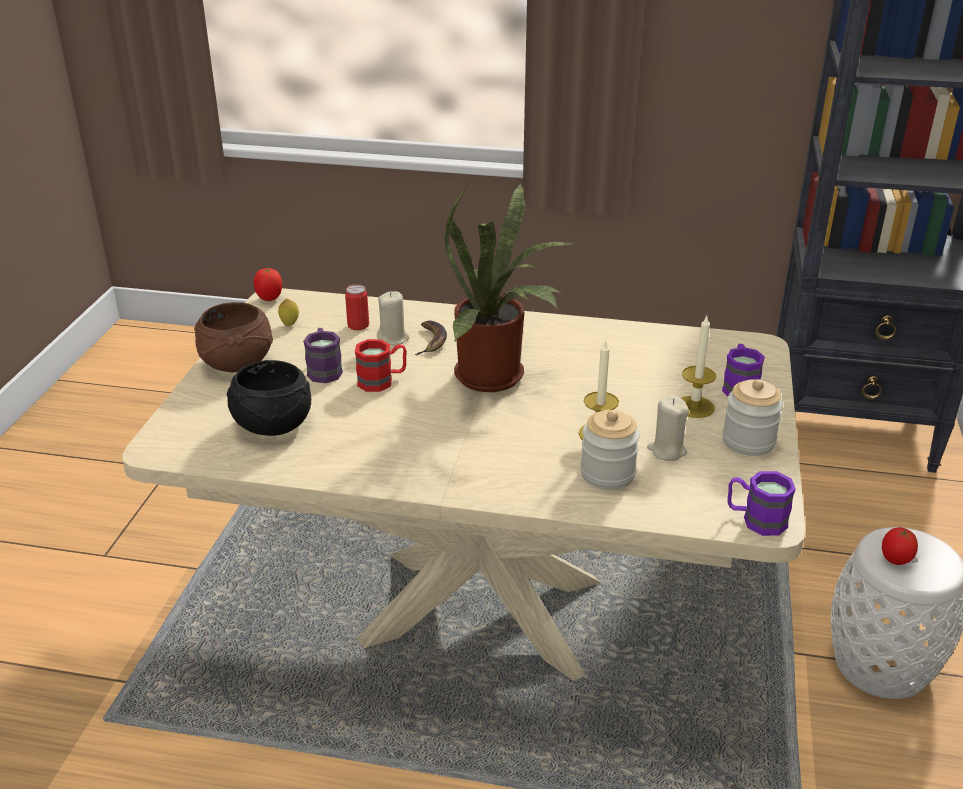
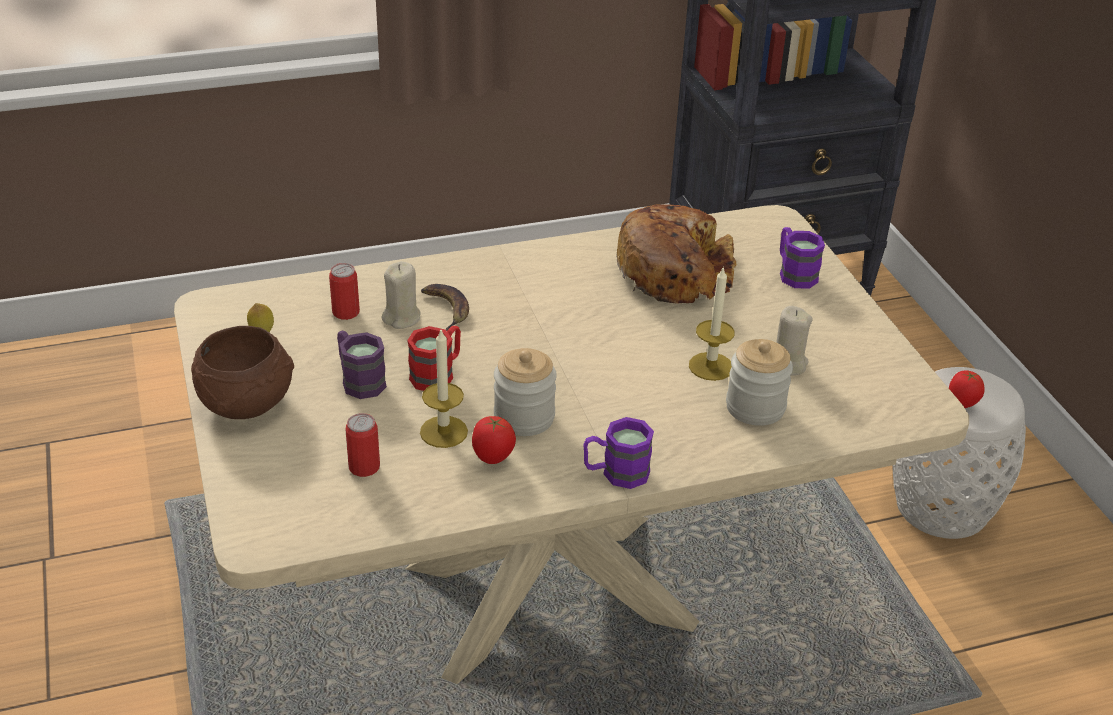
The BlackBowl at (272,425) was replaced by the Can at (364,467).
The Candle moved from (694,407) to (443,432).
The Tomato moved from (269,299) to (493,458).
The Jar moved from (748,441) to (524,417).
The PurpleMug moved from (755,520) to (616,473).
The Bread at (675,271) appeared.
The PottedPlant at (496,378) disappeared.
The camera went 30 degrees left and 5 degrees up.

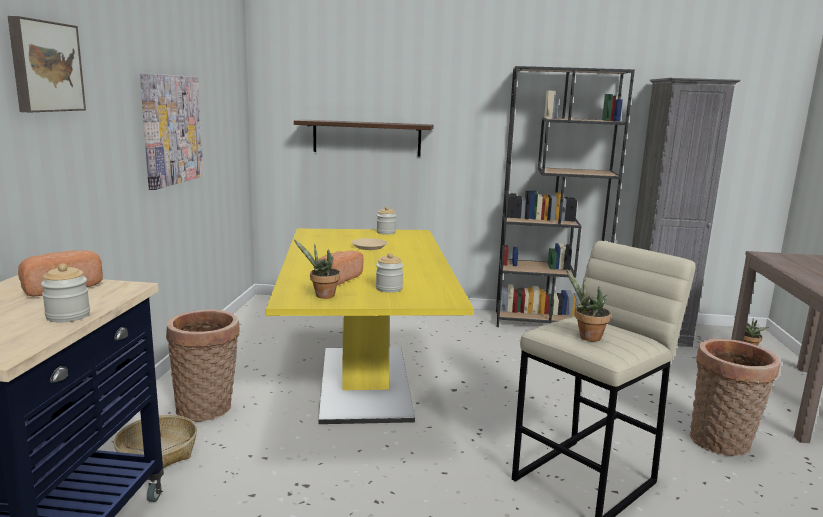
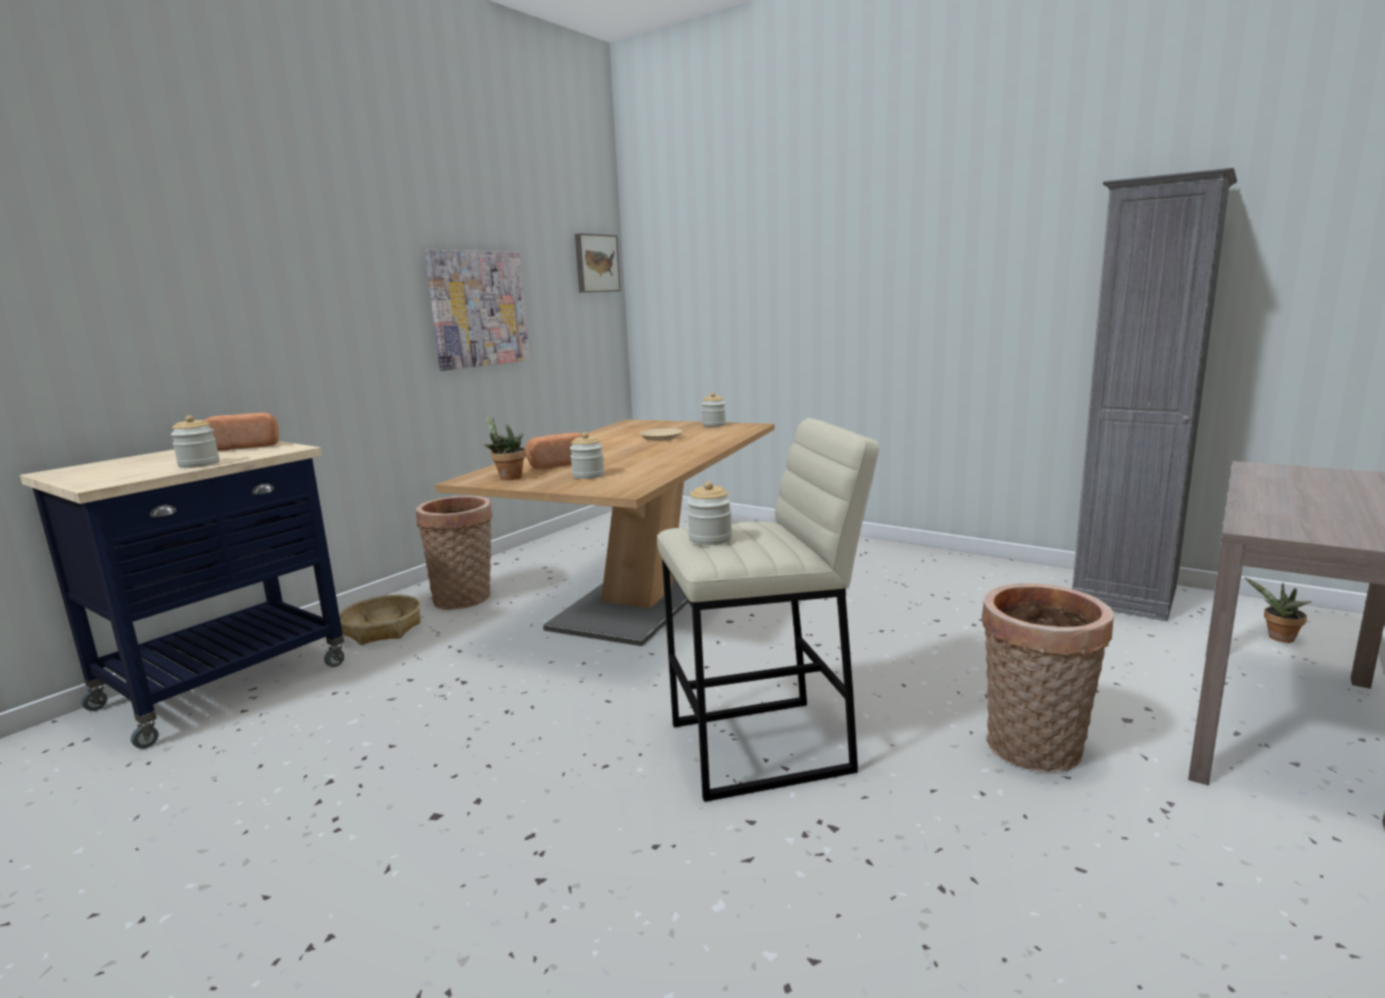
The YellowDiningTable at (365,383) became the BrownDiningTable at (639,599).
The Picture moved from (45,66) to (595,263).
The PottedPlant at (586,336) was replaced by the Jar at (710,539).
The Shelf at (366,138) disappeared.
The Bookcase at (547,322) disappeared.
The camera went 30 degrees right and 0 degrees up.

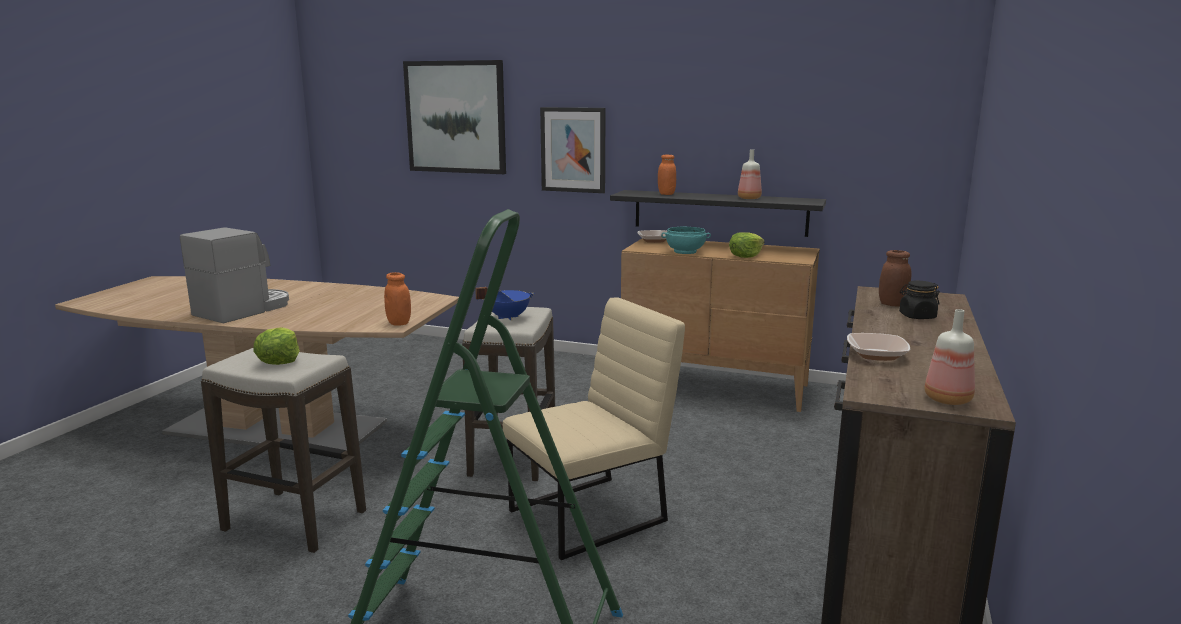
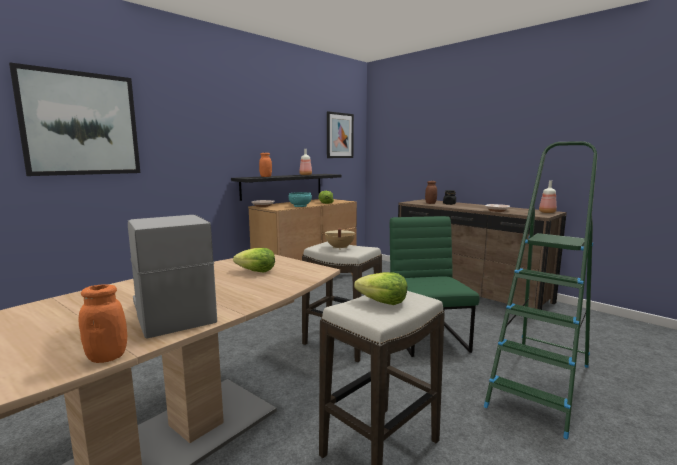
The OrangeJar moved from (399,323) to (107,357).
The Lettuce at (256,271) appeared.
The BlueCookingPot at (507,317) became the BeigeCookingPot at (339,248).
The Picture moved from (573,150) to (339,135).
The BeigeChair at (592,514) became the GreenChair at (427,336).
The camera went 65 degrees left and 5 degrees down.

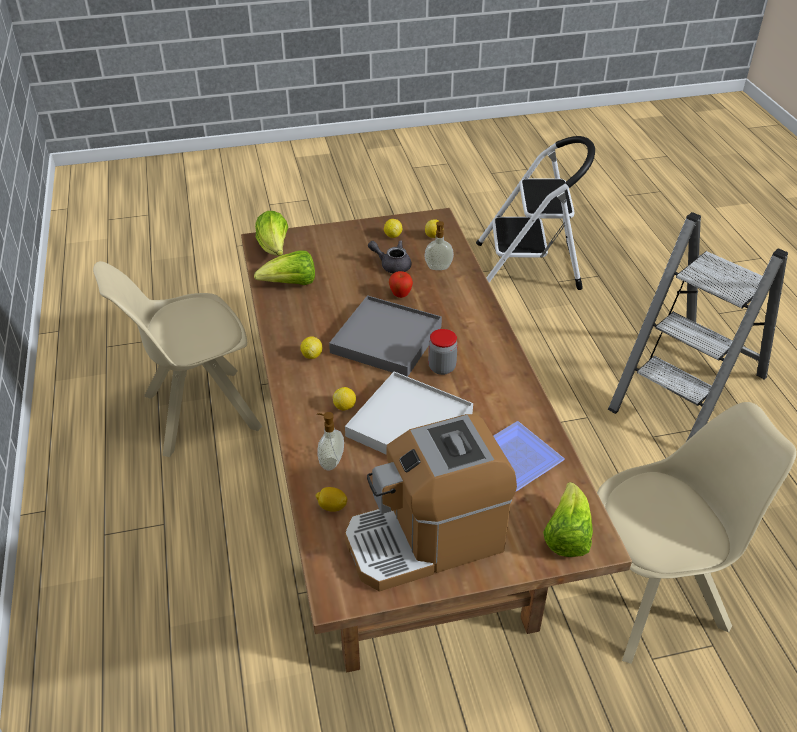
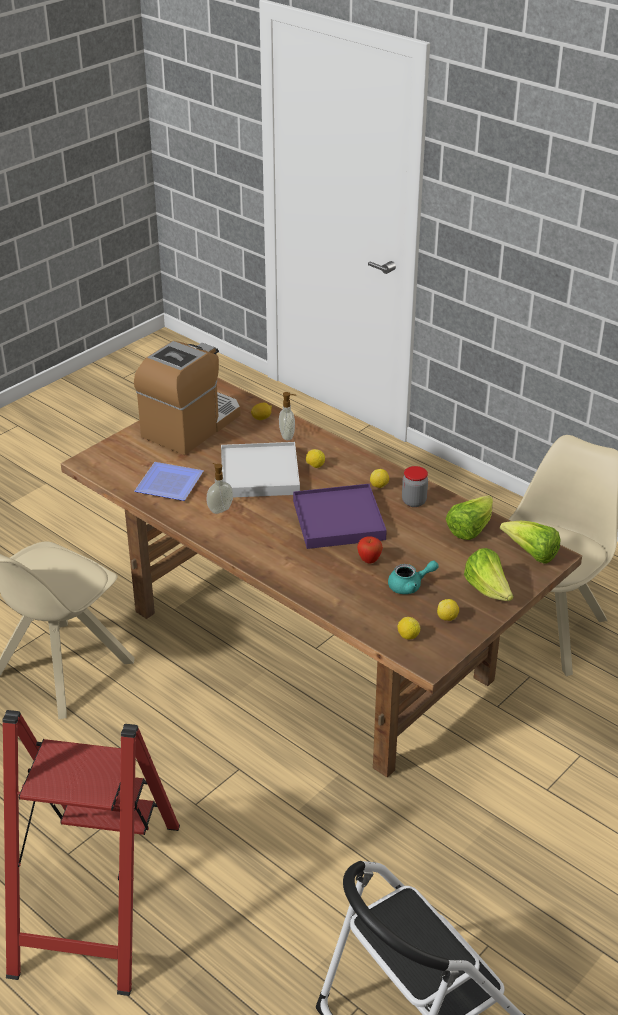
The GreyStepLadder at (690,391) became the RedStepLadder at (96,899).
The SoapDispenser moved from (438,268) to (220,509).
The GreyTray at (386,339) became the PurpleTray at (338,520).
The GreyTeapot at (392,265) became the TurquoiseTeapot at (410,586).
The Jar moved from (442,367) to (414,501).
The Lettuce moved from (566,536) to (488,590).
The camera went 145 degrees right and 5 degrees down.

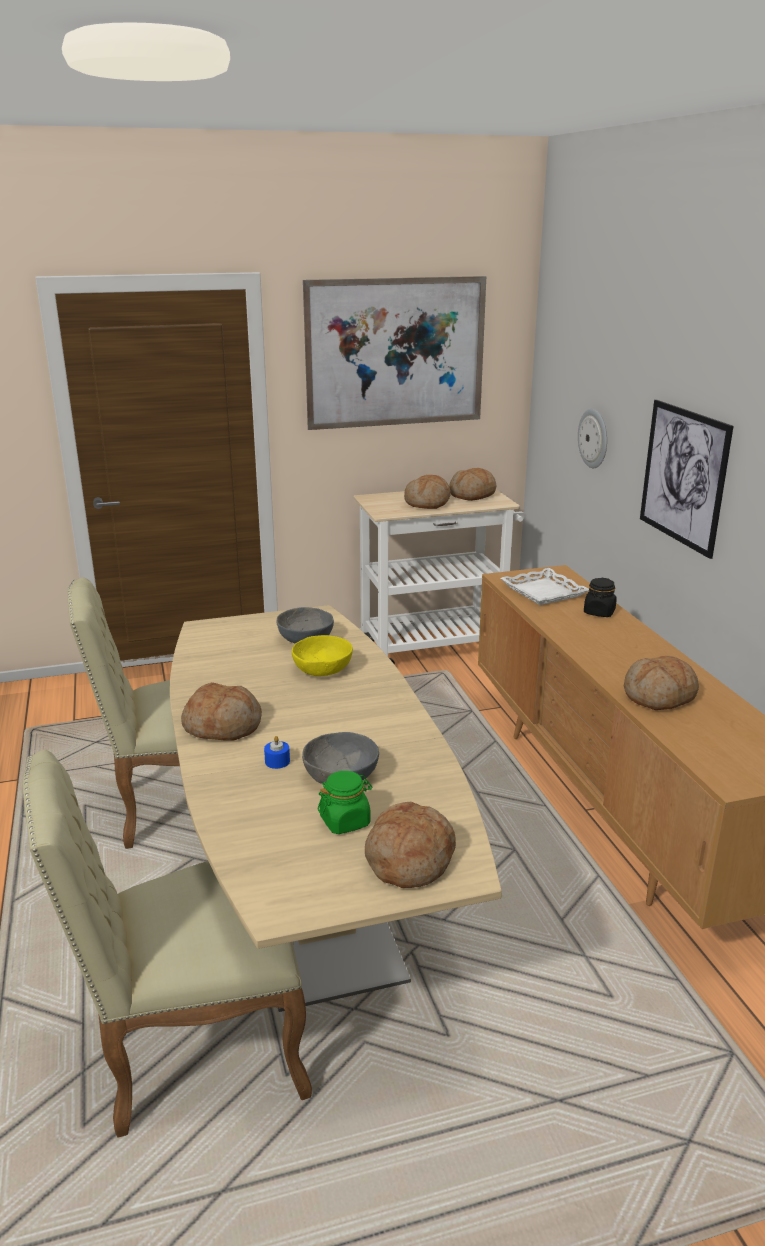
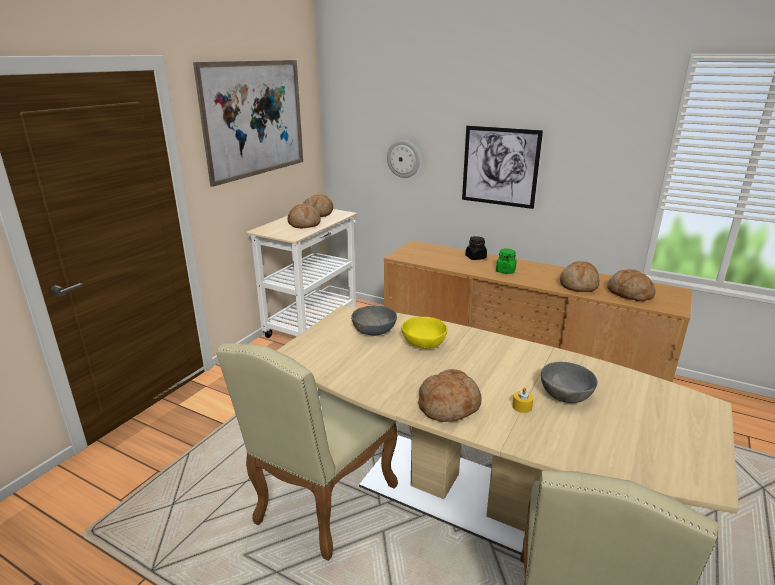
The GreenJar moved from (345,821) to (505,271).
The BlueCandle at (277,761) became the YellowCandle at (522,407).
The Bread moved from (409,859) to (629,294).
The WhiteTray at (543,592) disappeared.
The camera went 45 degrees left and 0 degrees up.

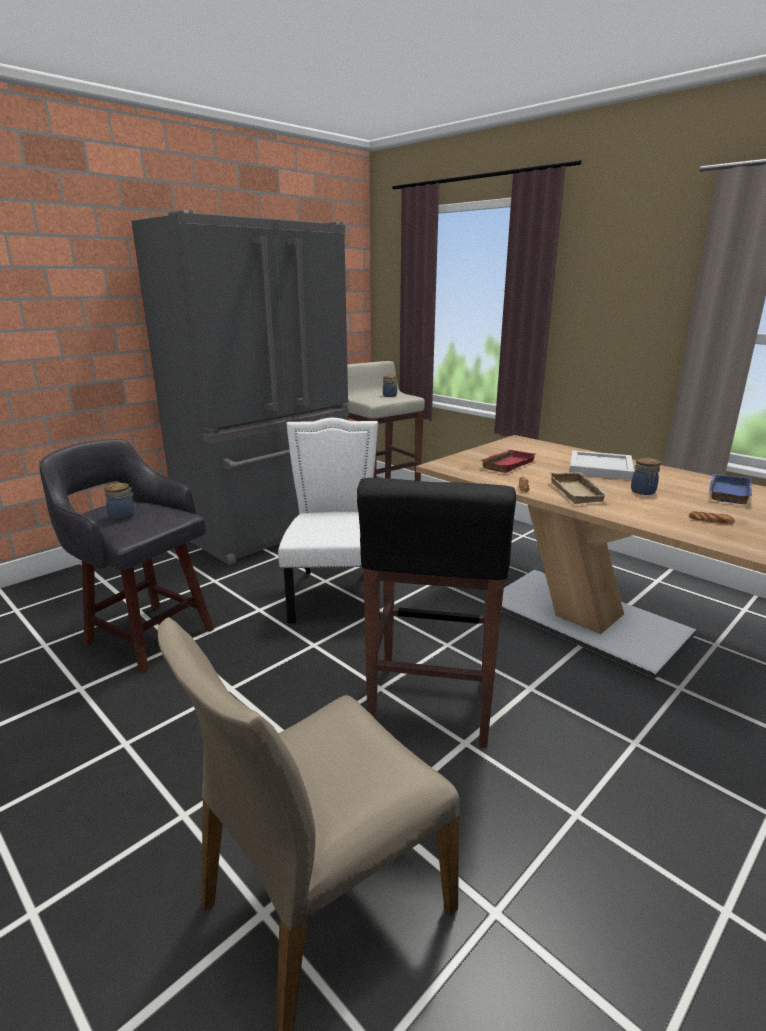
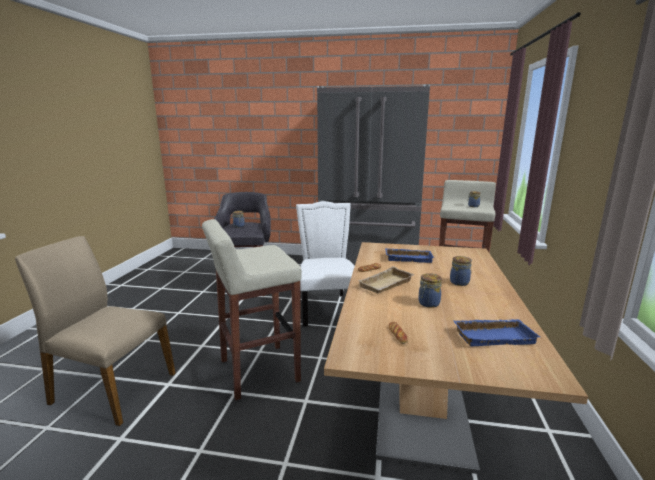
The BlackStool at (430,705) became the BeigeStool at (257,371).
The WhiteChair at (335,596) turned 60 degrees counterclockwise.
The RedTray at (506,464) became the BlueTray at (409,258).
The WhiteTray at (599,468) was replaced by the Jar at (460,282).
The camera went 55 degrees right and 5 degrees down.

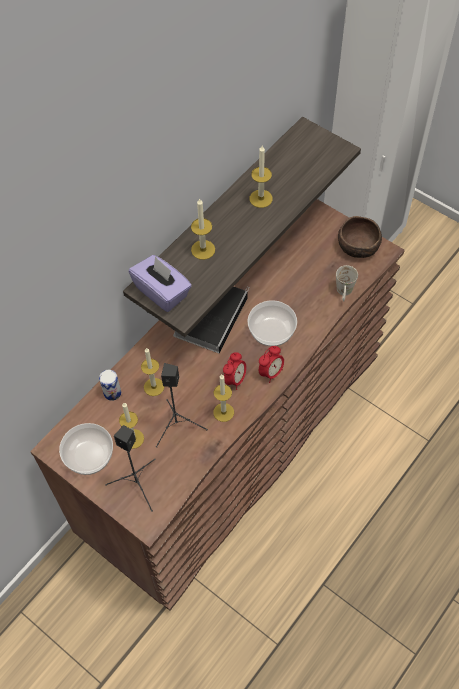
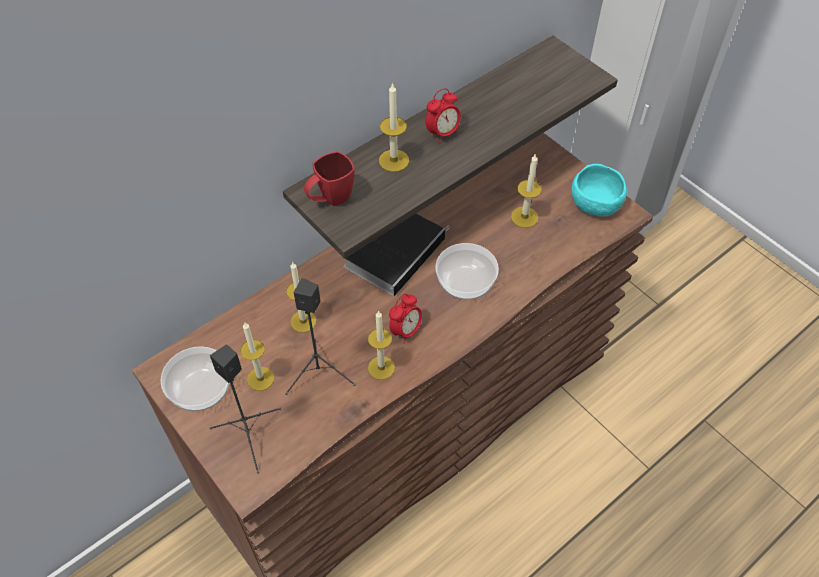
The PurpleTissueBox at (162,292) was replaced by the RedMug at (330,200).
The AlarmClock moved from (271,372) to (442,133).
The Candle moved from (261,198) to (524,217).
The BrownBowl at (358,247) became the TurquoiseBowl at (596,203).
The Can at (112,393) disappeared.
The WhiteMug at (344,293) disappeared.
The camera went 10 degrees right and 5 degrees down.

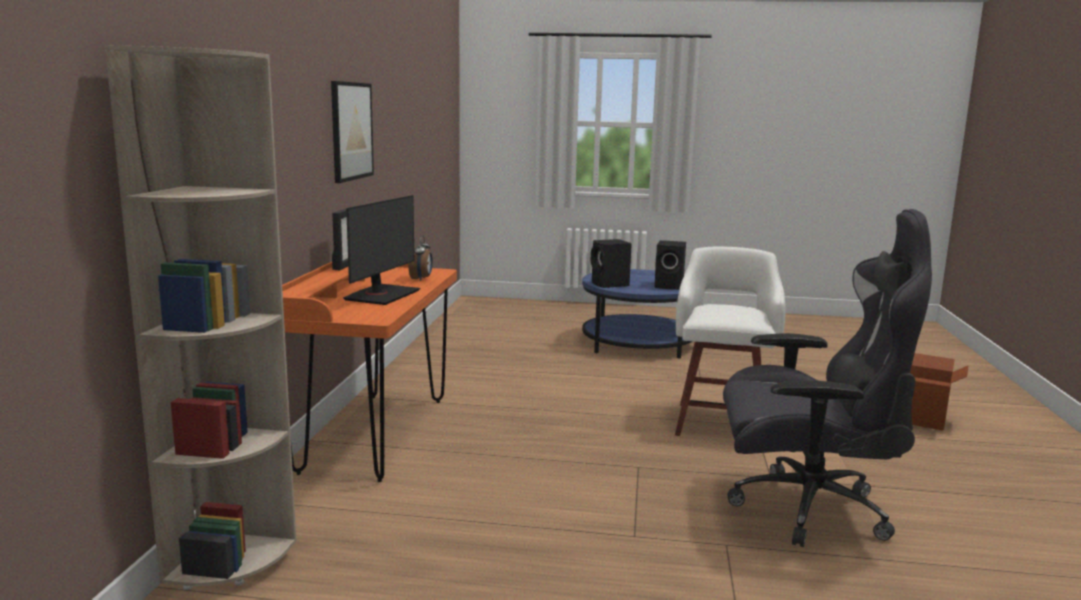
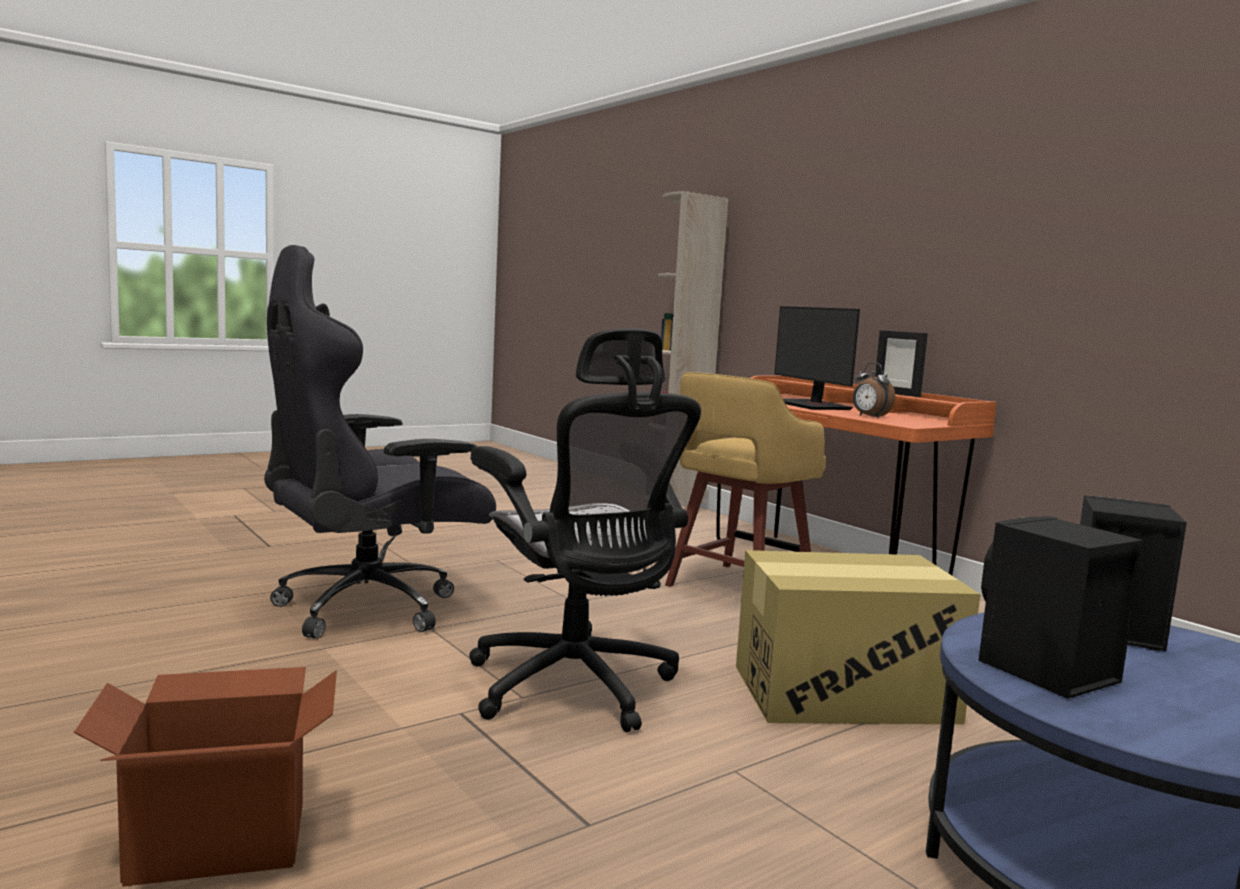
The WhiteStool at (721,422) was replaced by the OfficeChair at (573,686).
The YellowStool at (736,588) appeared.
The CardboardBox at (844,693) appeared.
The Picture at (351,131) disappeared.
The camera went 135 degrees right and 5 degrees down.

